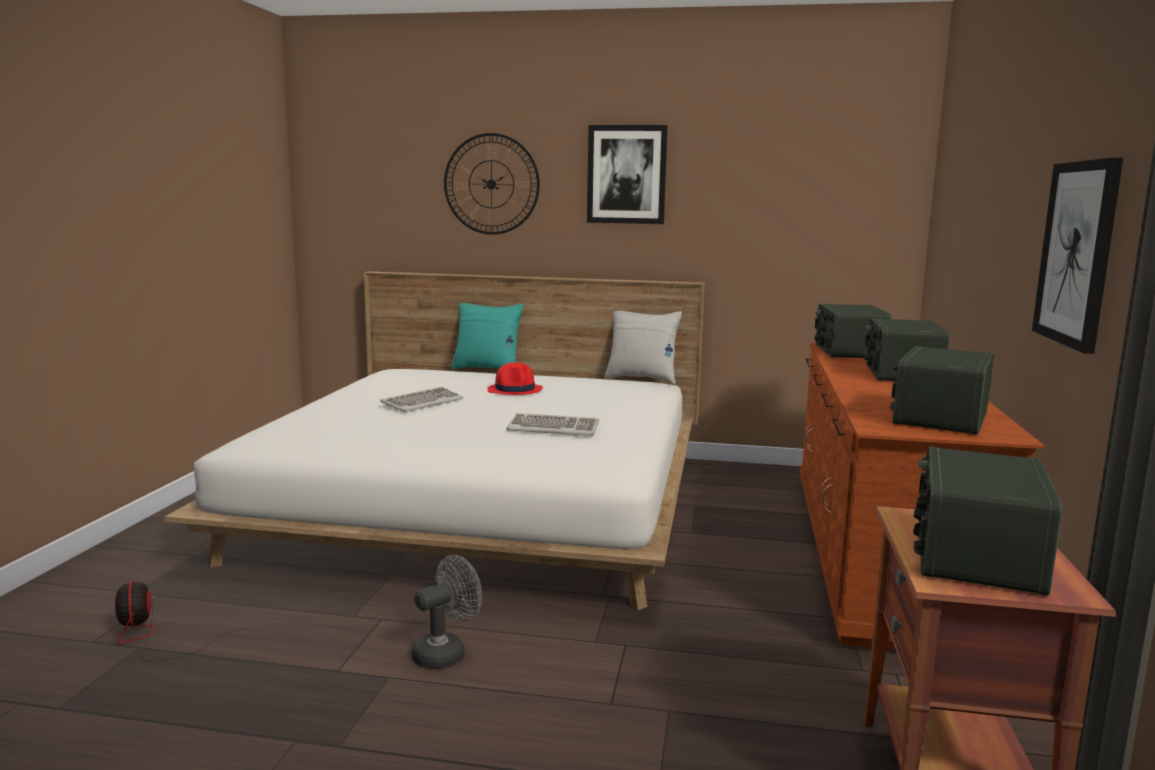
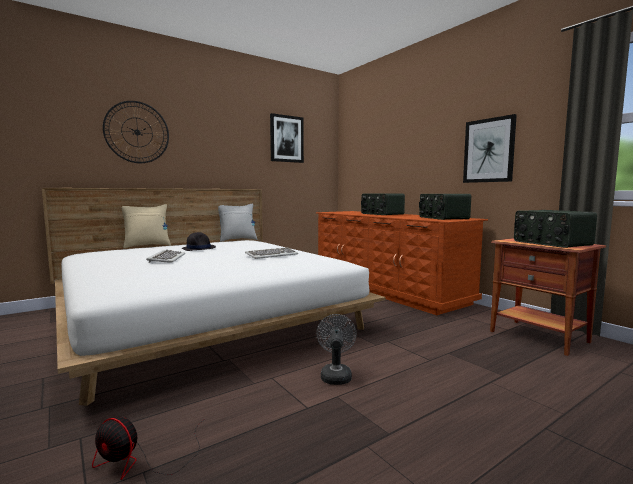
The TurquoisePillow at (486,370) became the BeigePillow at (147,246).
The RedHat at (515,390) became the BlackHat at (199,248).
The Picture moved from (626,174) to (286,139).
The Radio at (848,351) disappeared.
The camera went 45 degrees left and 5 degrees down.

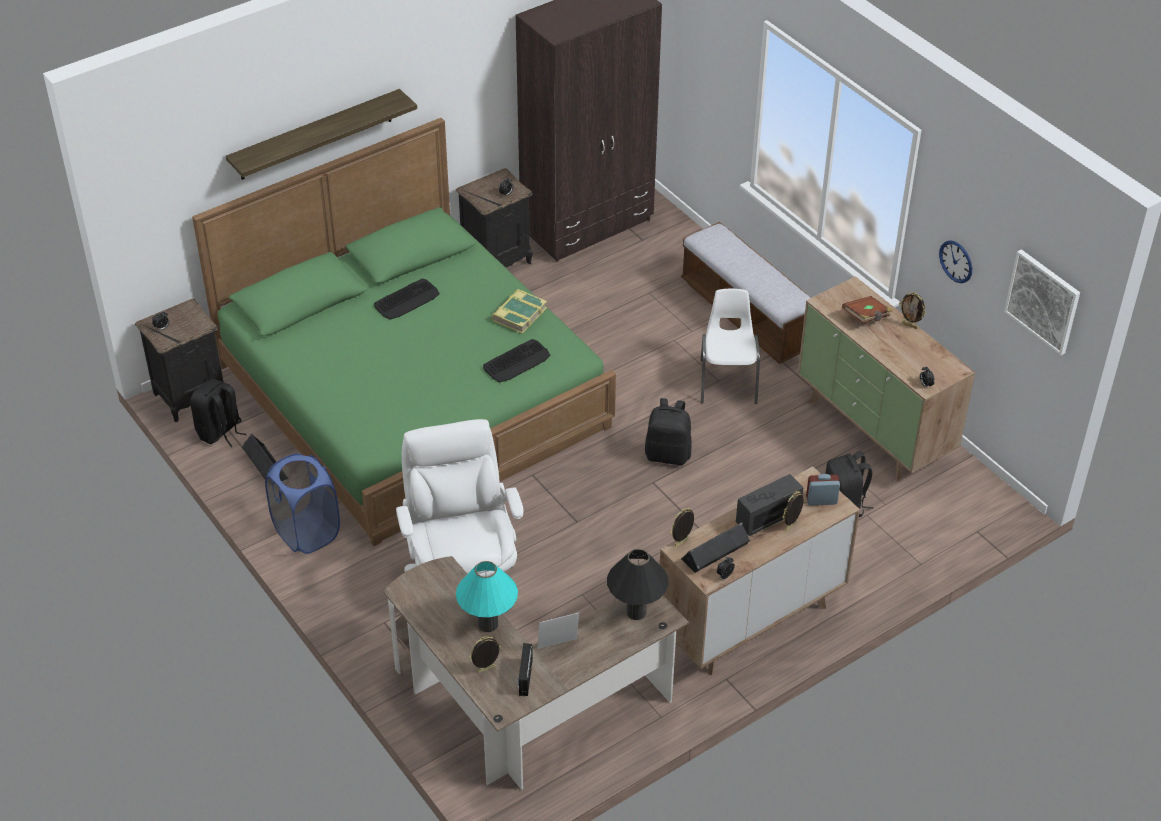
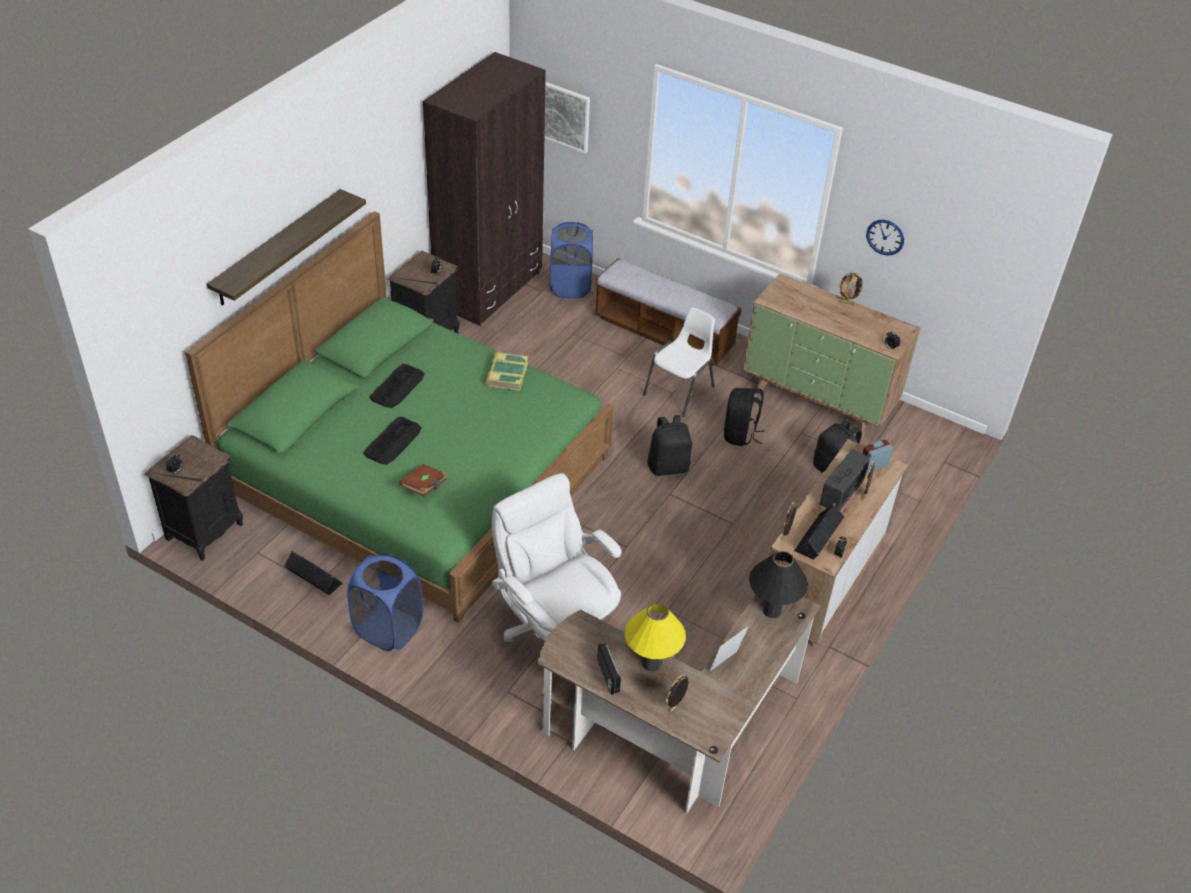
The Keyboard moved from (517,361) to (393,441).
The BrownBook moved from (866,317) to (425,487).
The Picture moved from (1043,301) to (563,115).
The BlueLaundryBasket at (570,286) appeared.
The Radio moved from (524,677) to (607,676).
The TurquoiseTableLamp at (488,624) became the YellowTableLamp at (651,663).
The WhiteChair at (728,380) turned 60 degrees clockwise.
The BlackBackpack moved from (220,432) to (740,434).
The camera went 25 degrees left and 0 degrees up.

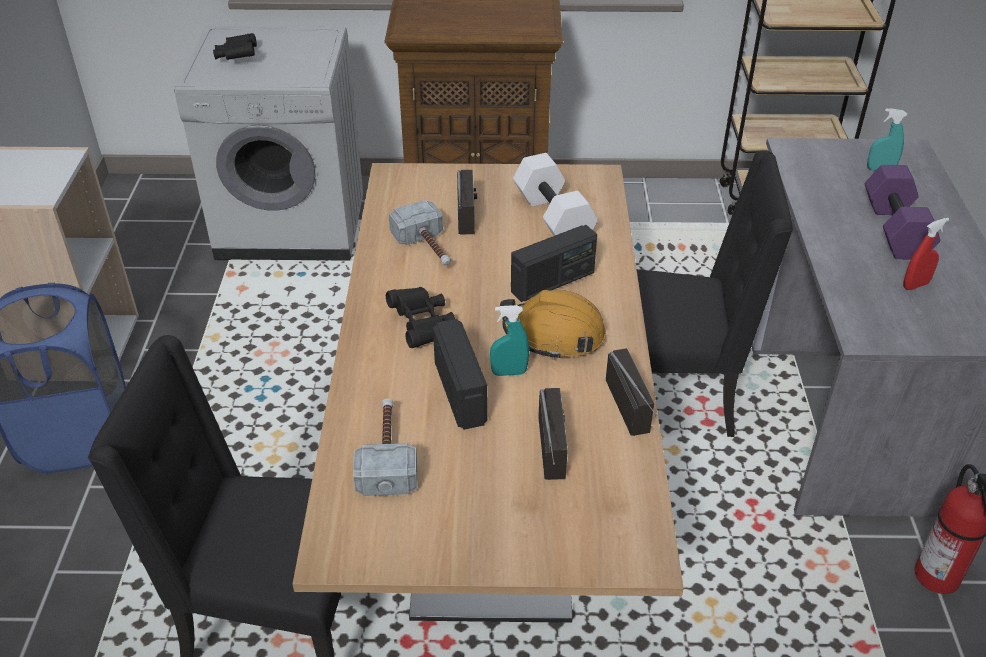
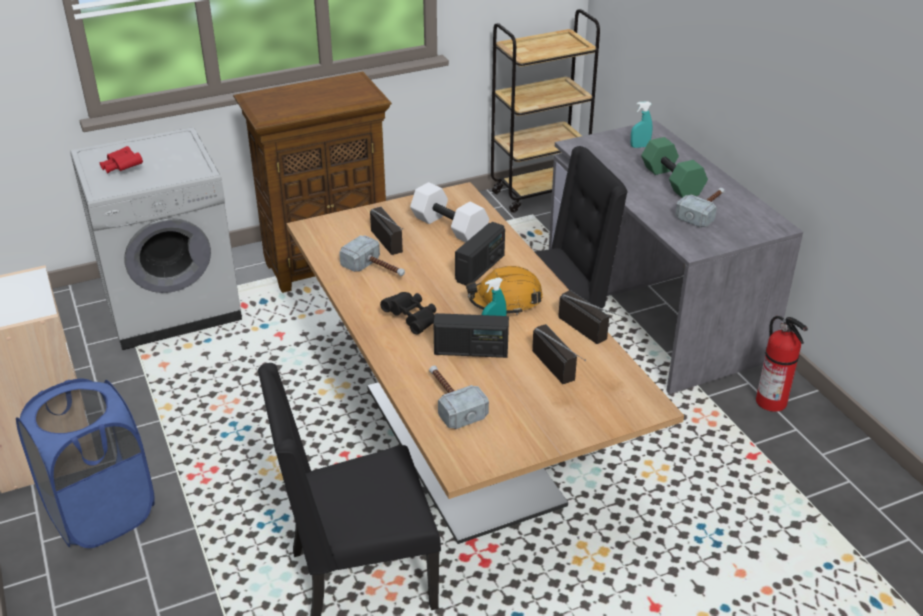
The BlackBinoculars at (237,57) became the RedBinoculars at (122,168).
The Radio at (461,392) turned 135 degrees clockwise.
The PurpleDumbbell at (897,230) became the GreenDumbbell at (673,181).
The RedSprayBottle at (915,285) was replaced by the Hammer at (704,211).
The camera went 25 degrees left and 5 degrees down.

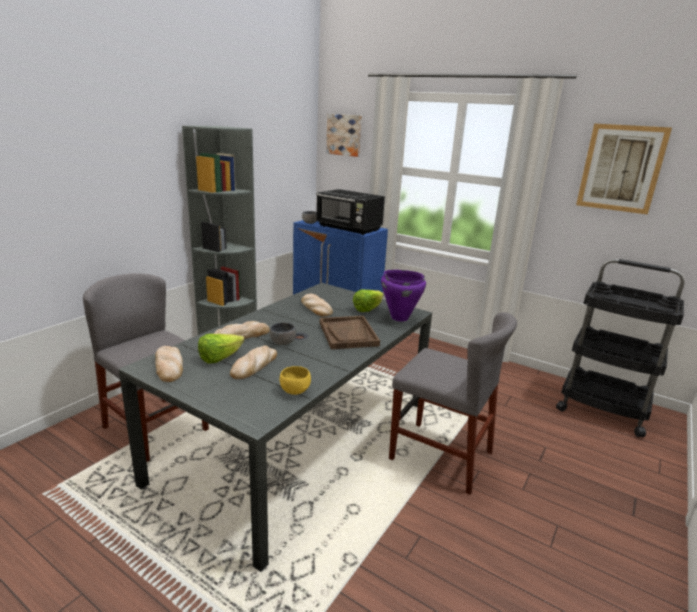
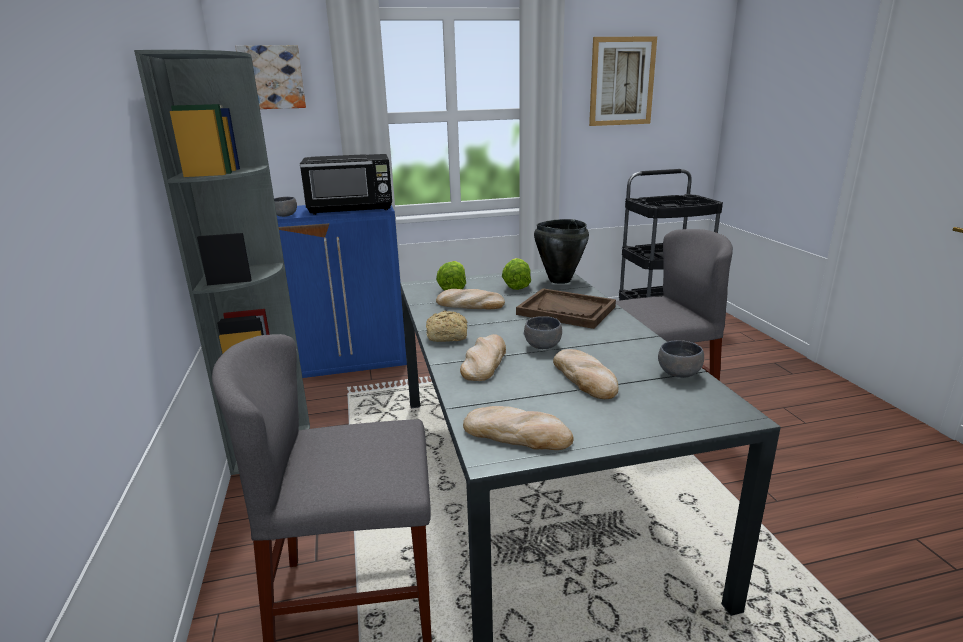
The Bread at (448,336) appeared.
The Lettuce moved from (219,358) to (453,288).
The PurpleCookingPot at (399,318) became the BlackCookingPot at (559,280).
The YellowBowl at (294,390) became the GreyBowl at (677,374).
The camera went 45 degrees left and 0 degrees up.

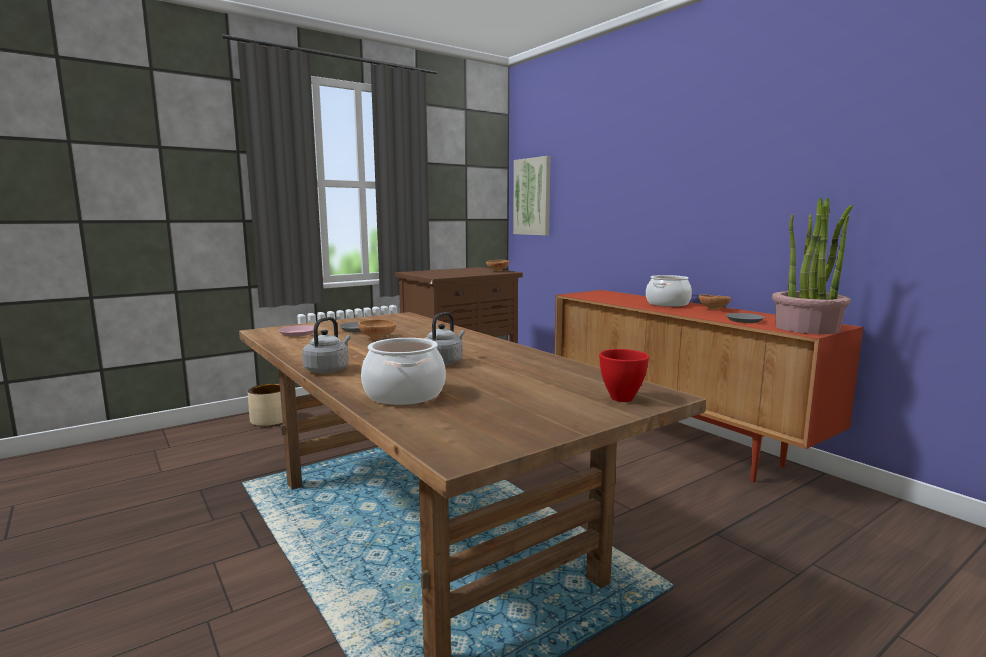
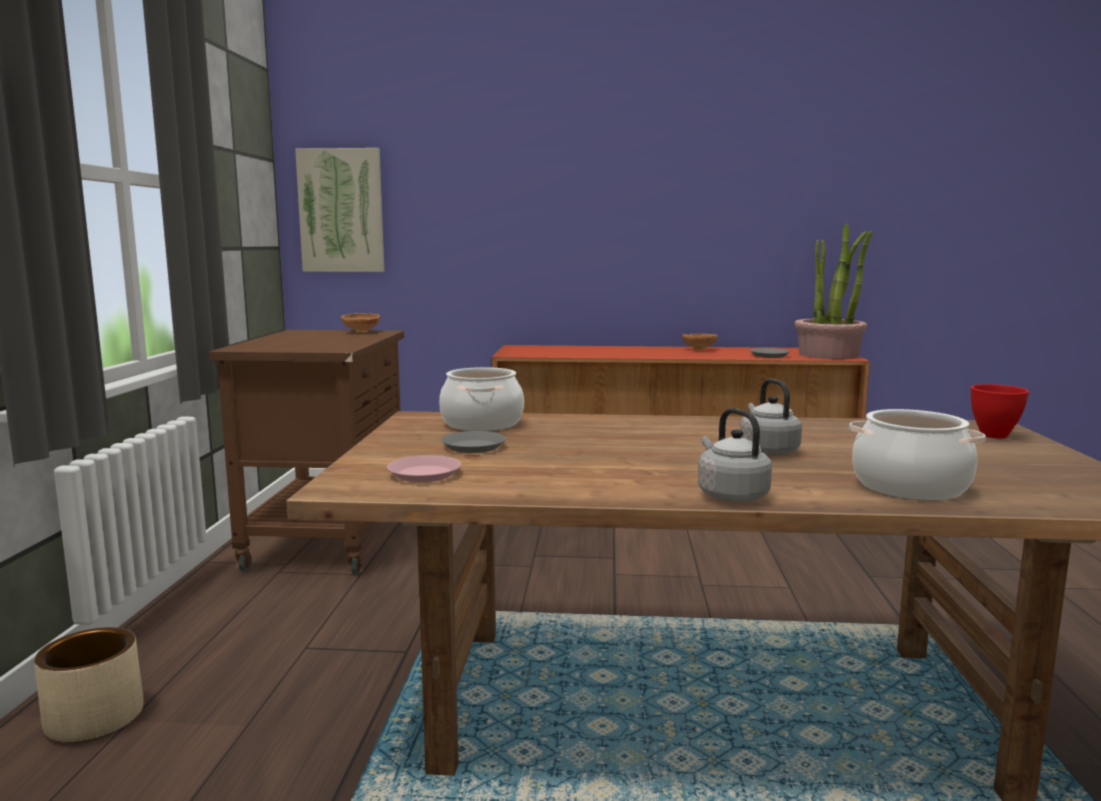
The CookingPot moved from (667,304) to (482,424).
The BrownBowl at (378,338) disappeared.
The camera went 50 degrees left and 0 degrees up.

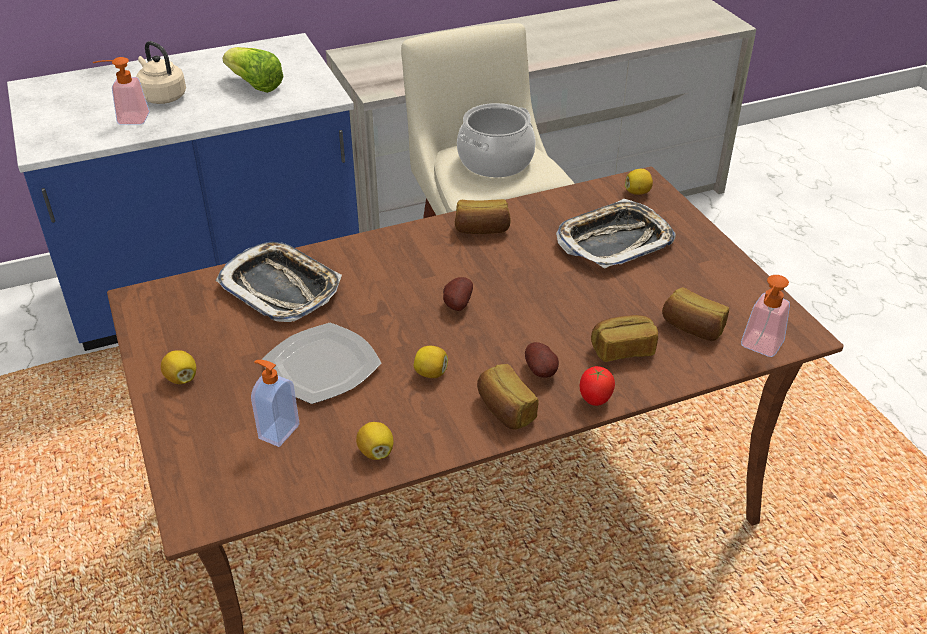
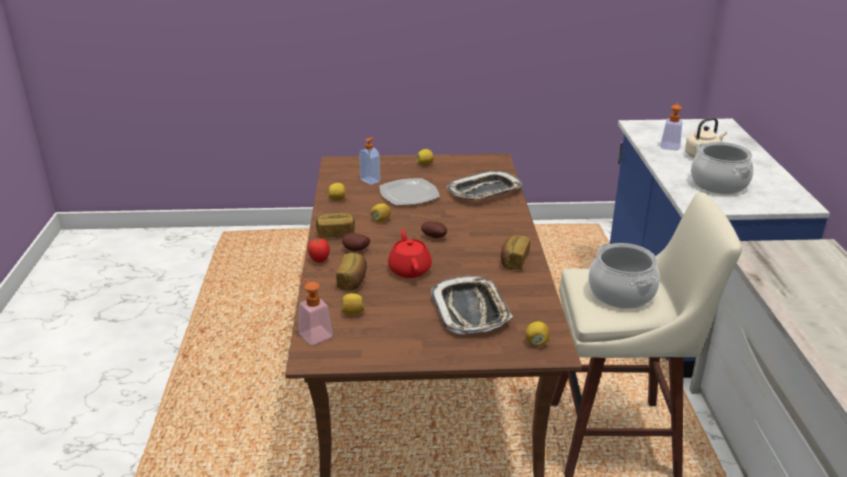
The Bread at (692,328) was replaced by the Lemon at (352,313).
The RedTeapot at (410,269) appeared.
The Lettuce at (255,85) was replaced by the CookingPot at (718,184).
The camera went 110 degrees right and 10 degrees down.

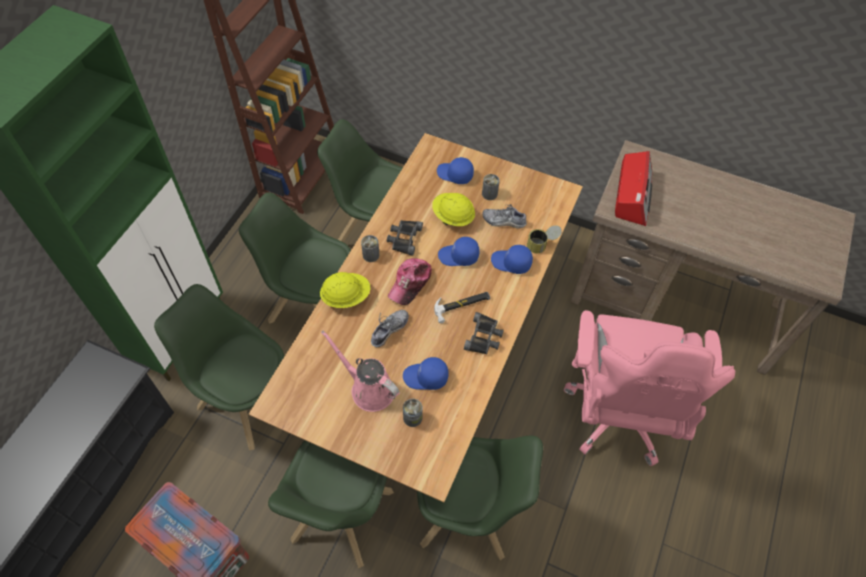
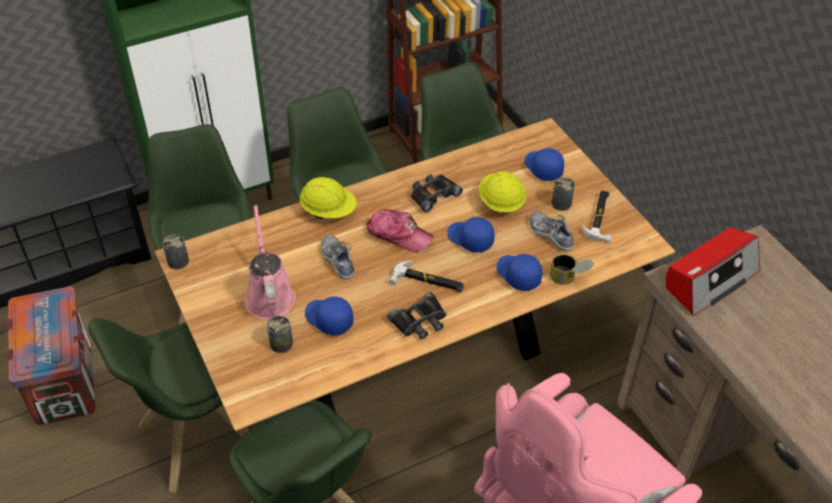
The Can moved from (371,255) to (178,261).
The Shoe at (389,330) turned 105 degrees counterclockwise.
The Cap at (410,283) turned 135 degrees counterclockwise.
The Hammer at (600,217) appeared.
The camera went 40 degrees right and 10 degrees down.

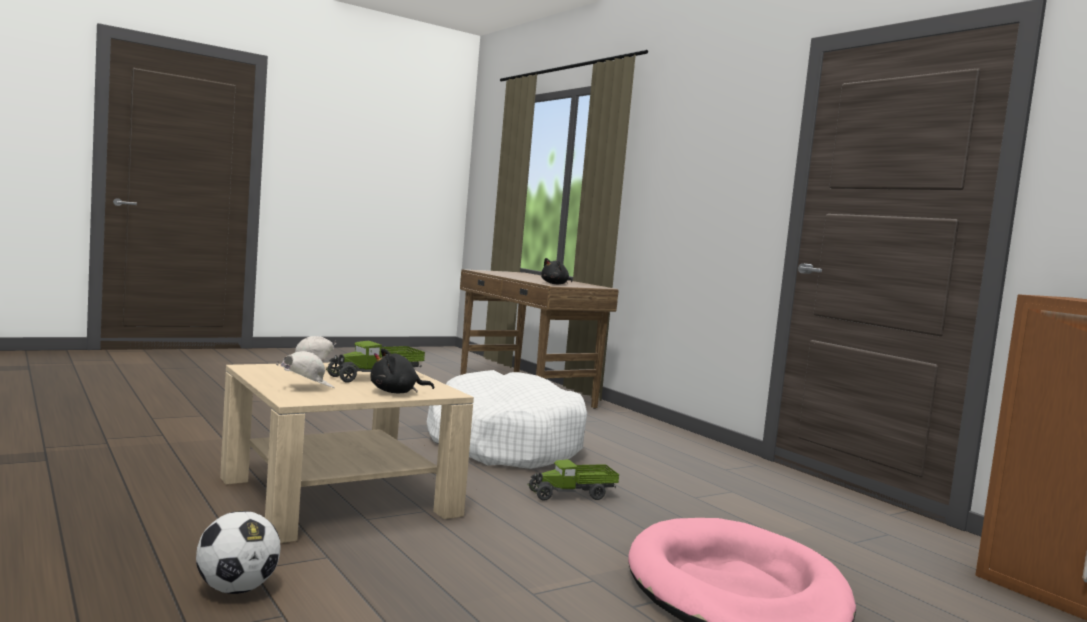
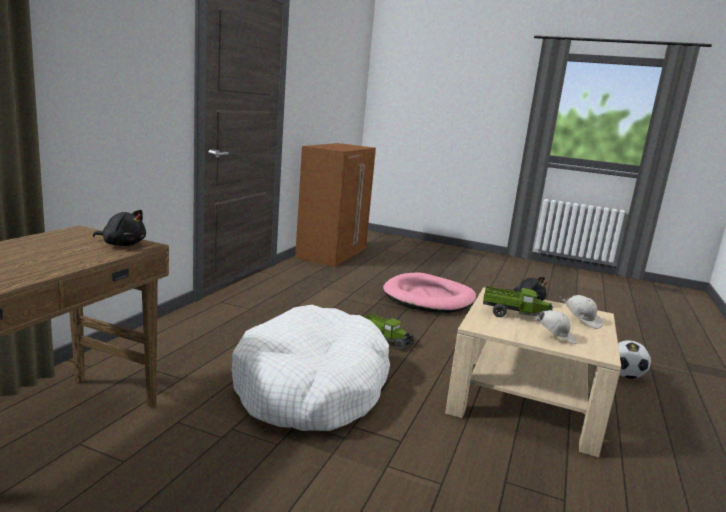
The WhiteCap at (305,388) turned 150 degrees counterclockwise.
The camera went 125 degrees left and 10 degrees up.

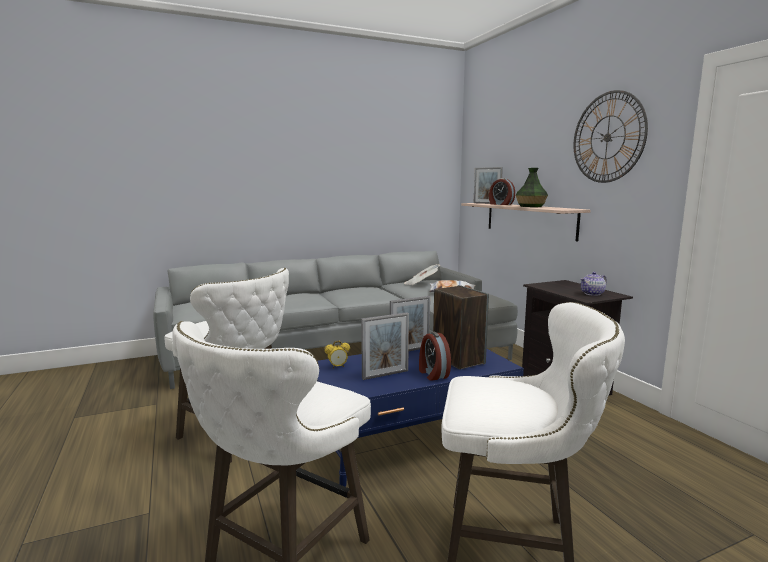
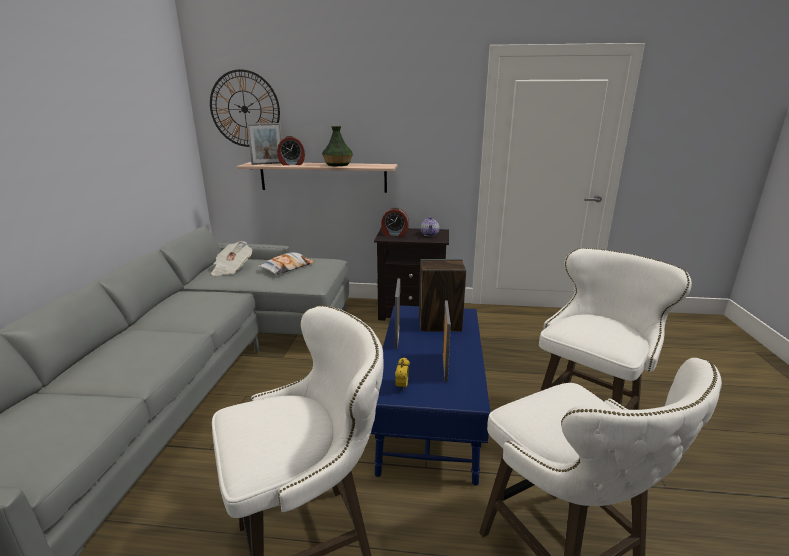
The WallClock moved from (607,137) to (244,109).
The AlarmClock moved from (432,374) to (394,234).
The camera went 60 degrees left and 10 degrees up.

